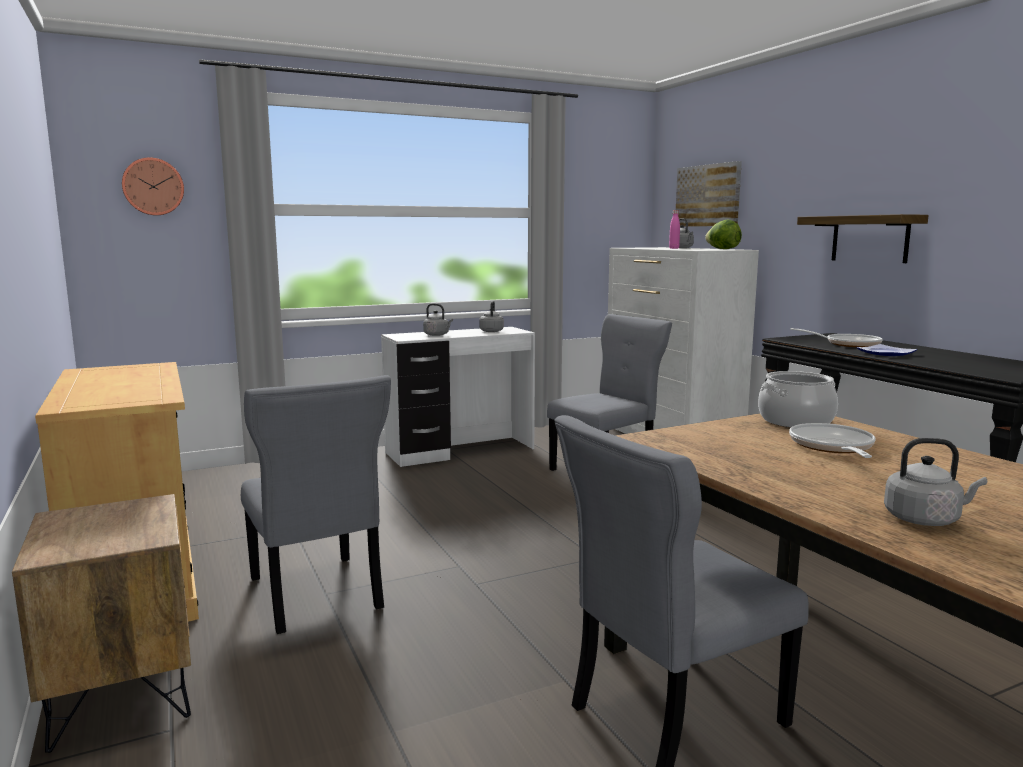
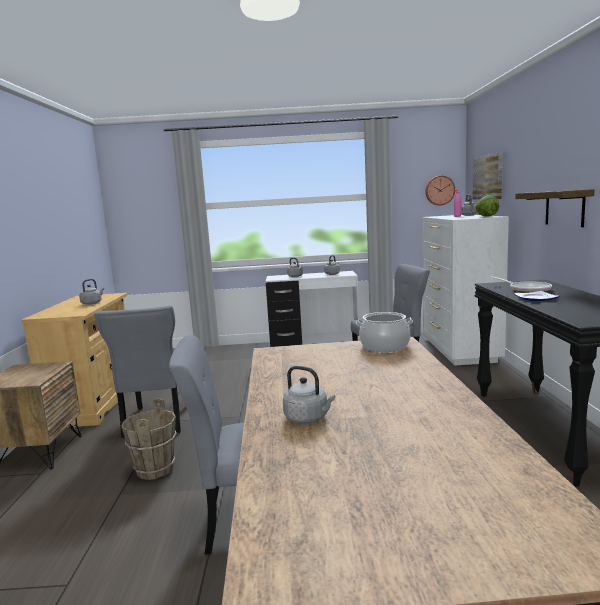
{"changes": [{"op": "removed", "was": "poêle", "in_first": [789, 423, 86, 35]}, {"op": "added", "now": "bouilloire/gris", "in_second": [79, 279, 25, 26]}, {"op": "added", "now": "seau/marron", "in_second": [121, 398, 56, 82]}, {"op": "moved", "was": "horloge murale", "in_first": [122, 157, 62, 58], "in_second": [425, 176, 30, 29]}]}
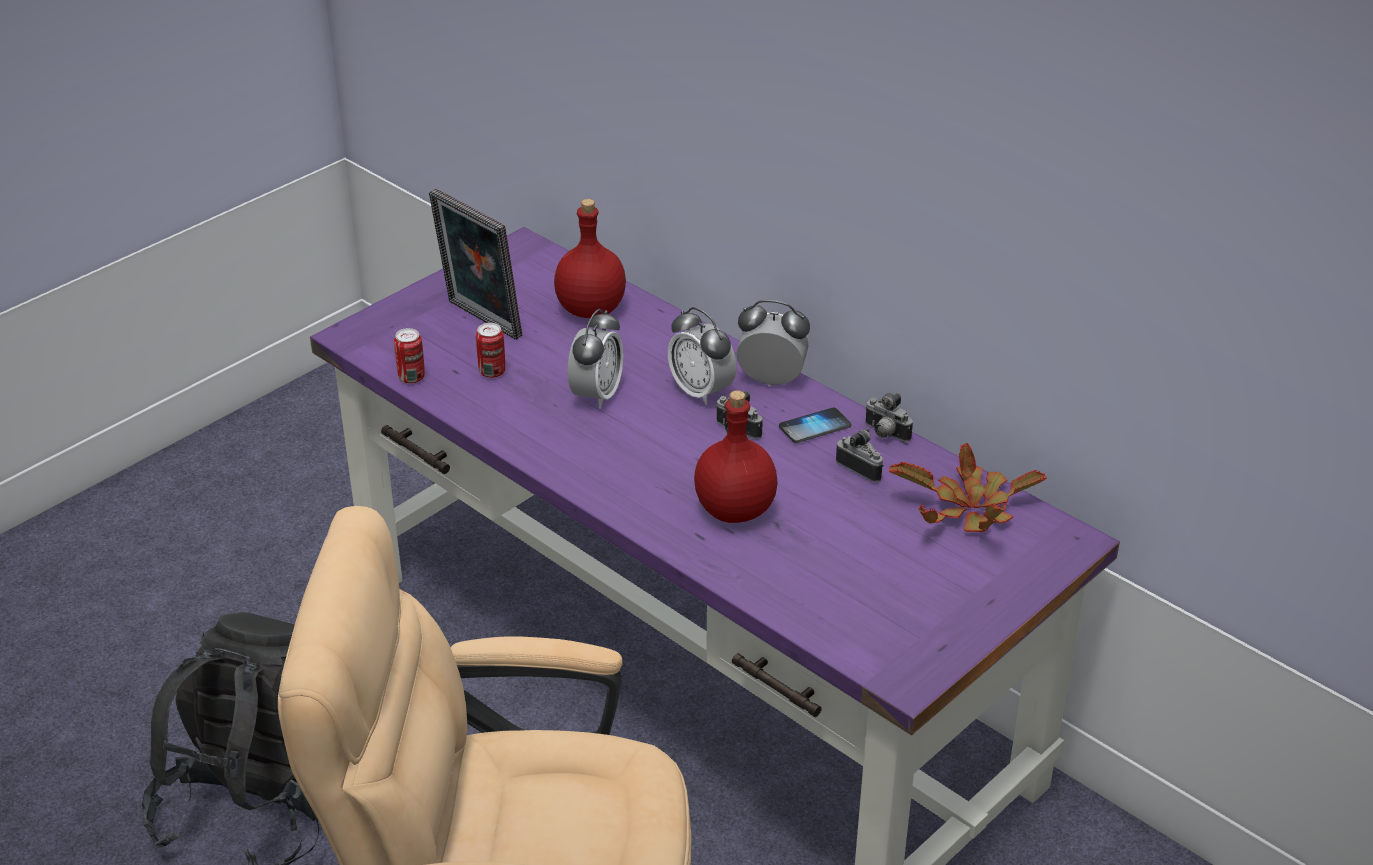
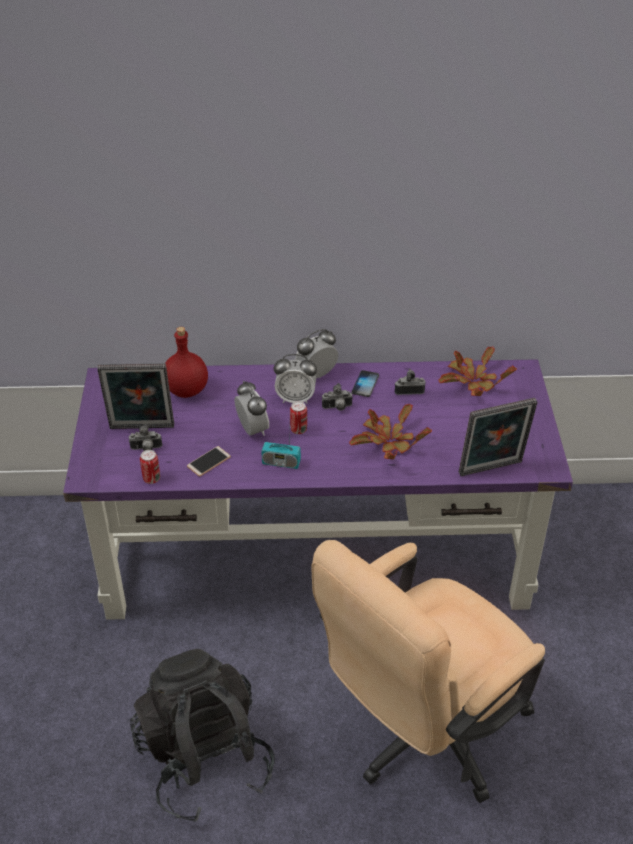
{"changes": [{"op": "added", "now": "téléphone", "in_second": [187, 446, 44, 31]}, {"op": "added", "now": "radio", "in_second": [261, 429, 40, 40]}, {"op": "added", "now": "cadre photo", "in_second": [459, 398, 79, 78]}, {"op": "moved", "was": "boîte métallique", "in_first": [476, 323, 29, 55], "in_second": [290, 401, 17, 33]}, {"op": "moved", "was": "appareil photo", "in_first": [865, 393, 48, 49], "in_second": [129, 424, 33, 27]}, {"op": "replaced", "was": "bouteille/rouge", "now": "plante en pot", "in_first": [694, 390, 84, 133], "in_second": [349, 403, 83, 56]}]}
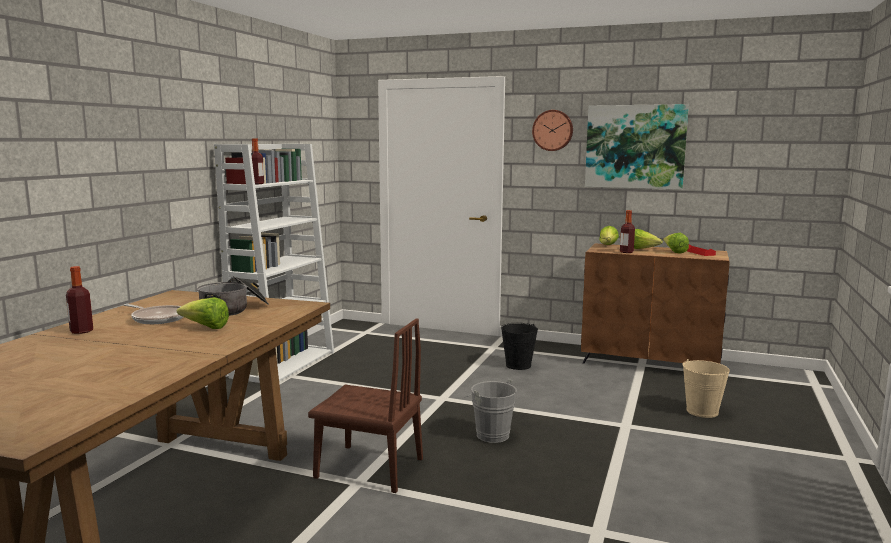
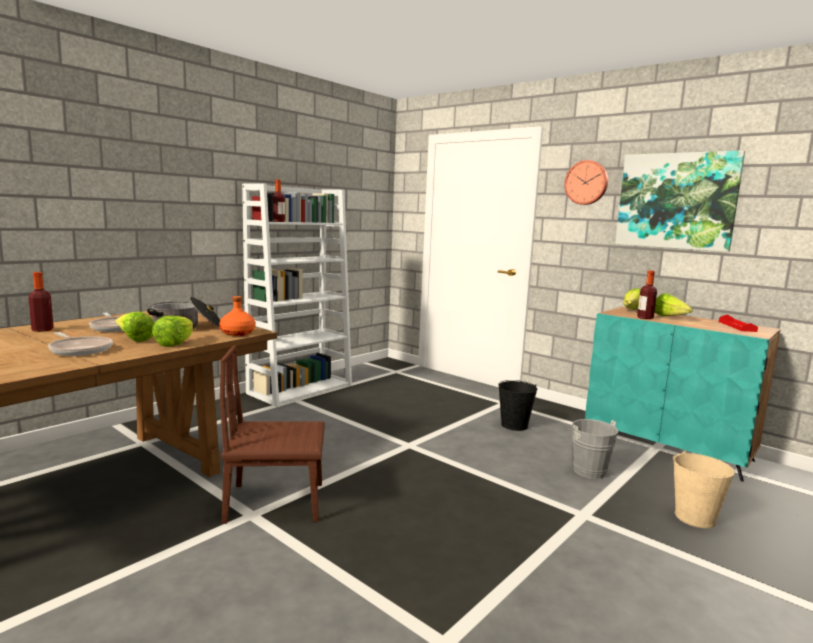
{"changes": [{"op": "added", "now": "poêle", "in_second": [48, 332, 65, 24]}, {"op": "added", "now": "bouteille/orange", "in_second": [219, 296, 37, 40]}, {"op": "moved", "was": "seau/gris", "in_first": [464, 379, 53, 64], "in_second": [565, 419, 53, 60]}, {"op": "moved", "was": "laitue", "in_first": [663, 233, 26, 20], "in_second": [152, 316, 41, 31]}, {"op": "recoloured", "was": "meuble de rangement/marron", "now": "meuble de rangement/turquoise", "in_first": [581, 243, 149, 121], "in_second": [585, 307, 196, 175]}, {"op": "turned", "was": "chaise/marron", "in_first": [308, 318, 115, 175], "in_second": [220, 345, 105, 179], "clockwise": 135}]}
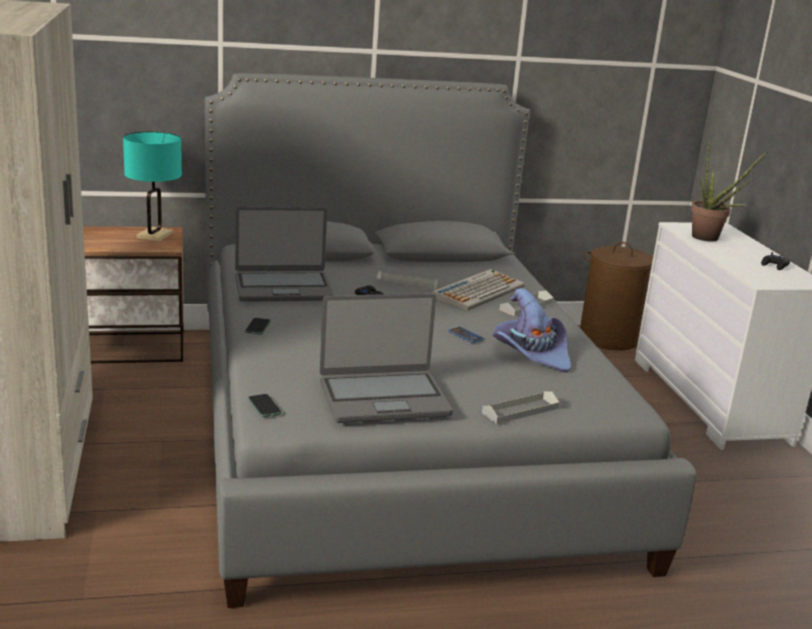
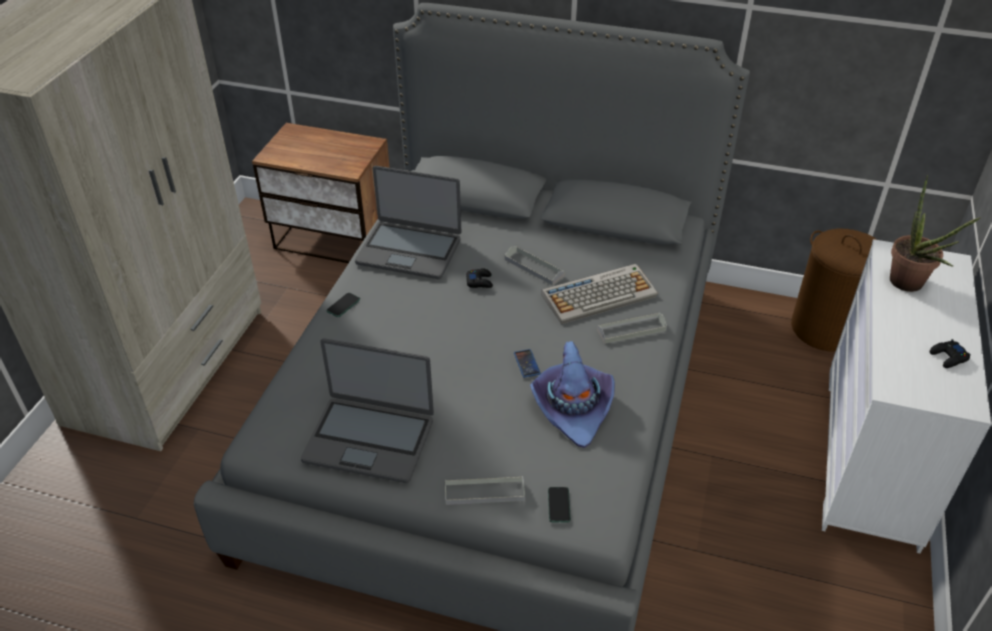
{"changes": [{"op": "removed", "was": "lampe de table/turquoise", "in_first": [123, 131, 59, 111]}, {"op": "moved", "was": "téléphone", "in_first": [248, 394, 34, 23], "in_second": [548, 487, 23, 36]}]}
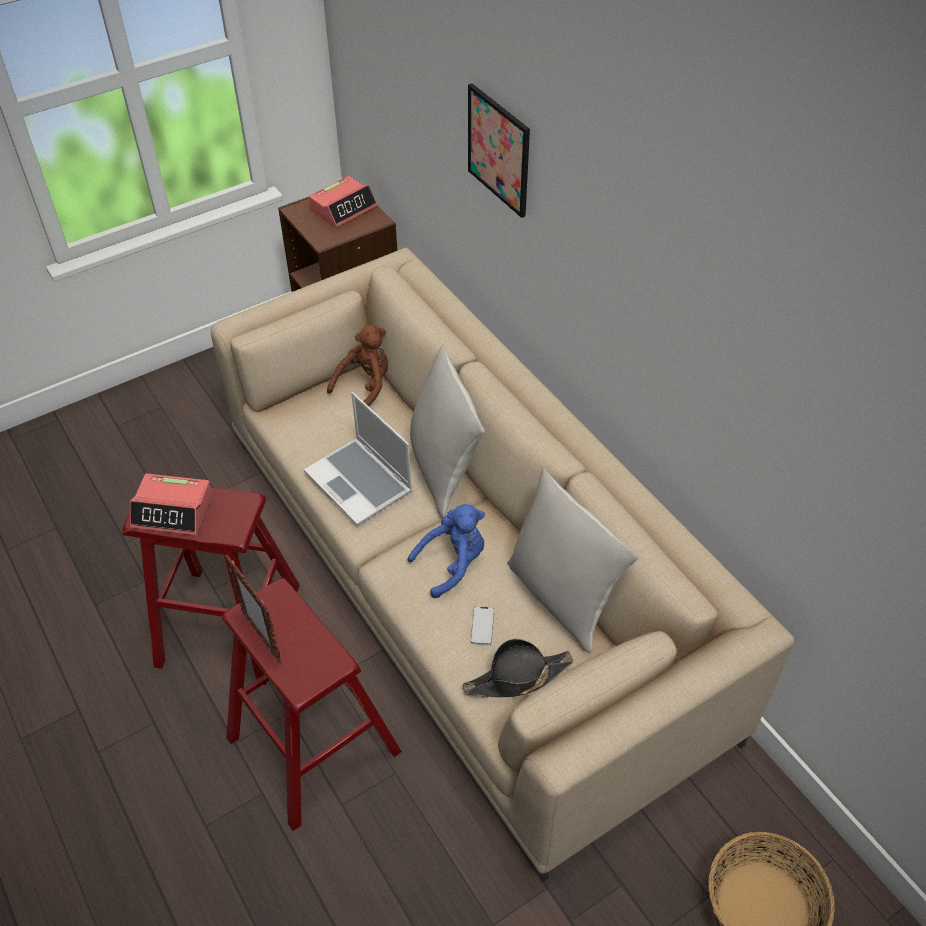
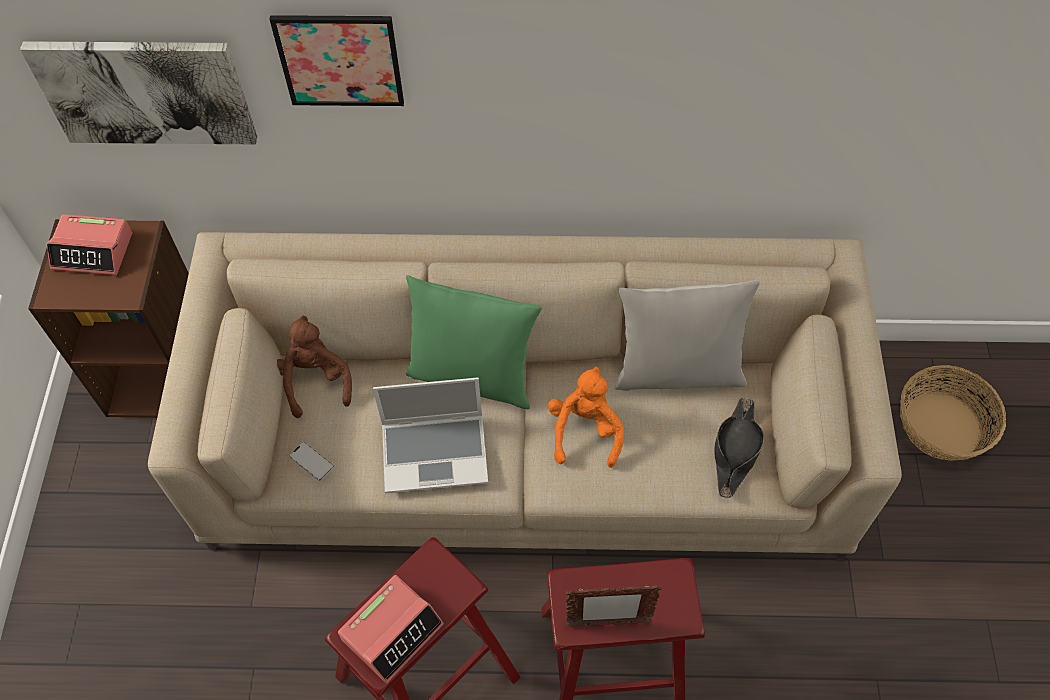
{"changes": [{"op": "added", "now": "tableau", "in_second": [20, 41, 237, 103]}, {"op": "moved", "was": "téléphone", "in_first": [471, 606, 23, 39], "in_second": [290, 442, 44, 39]}, {"op": "recoloured", "was": "peluche/bleu", "now": "peluche/orange", "in_first": [407, 504, 78, 94], "in_second": [548, 366, 76, 102]}, {"op": "recoloured", "was": "coussin/gris", "now": "coussin/vert", "in_first": [410, 345, 75, 172], "in_second": [406, 275, 136, 134]}, {"op": "turned", "was": "réveil", "in_first": [309, 176, 68, 52], "in_second": [46, 214, 86, 61], "clockwise": 105}]}
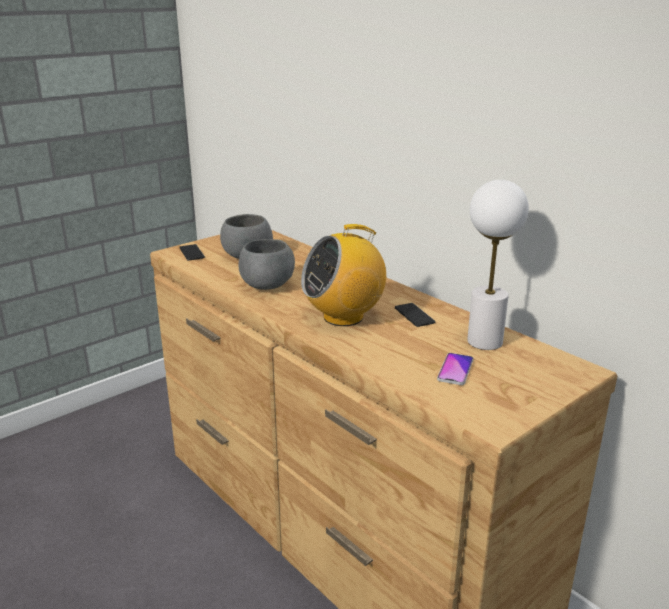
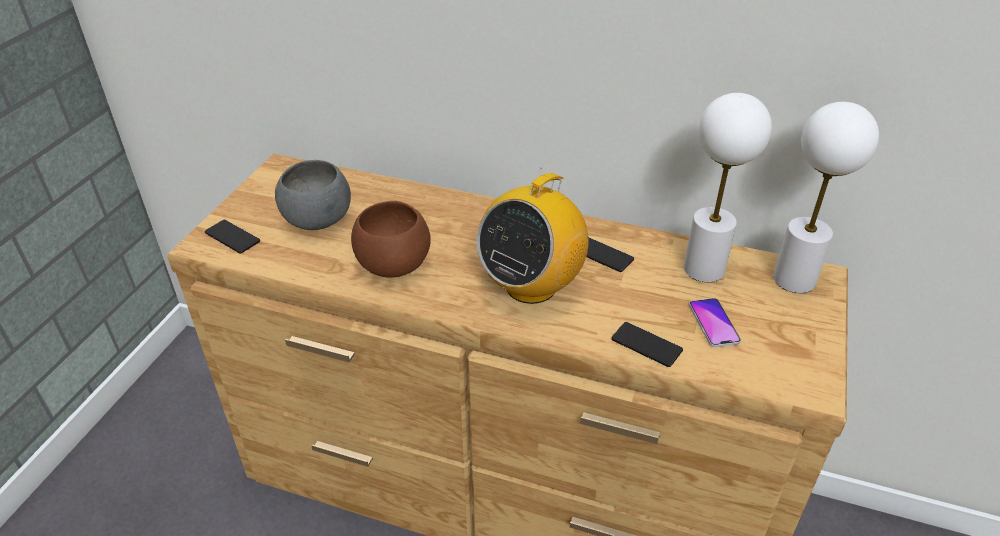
{"changes": [{"op": "added", "now": "téléphone", "in_second": [612, 322, 71, 45]}, {"op": "added", "now": "lampe de table/blanc", "in_second": [773, 102, 106, 191]}, {"op": "recoloured", "was": "bol/gris", "now": "bol/marron", "in_first": [238, 239, 57, 51], "in_second": [351, 201, 80, 77]}]}
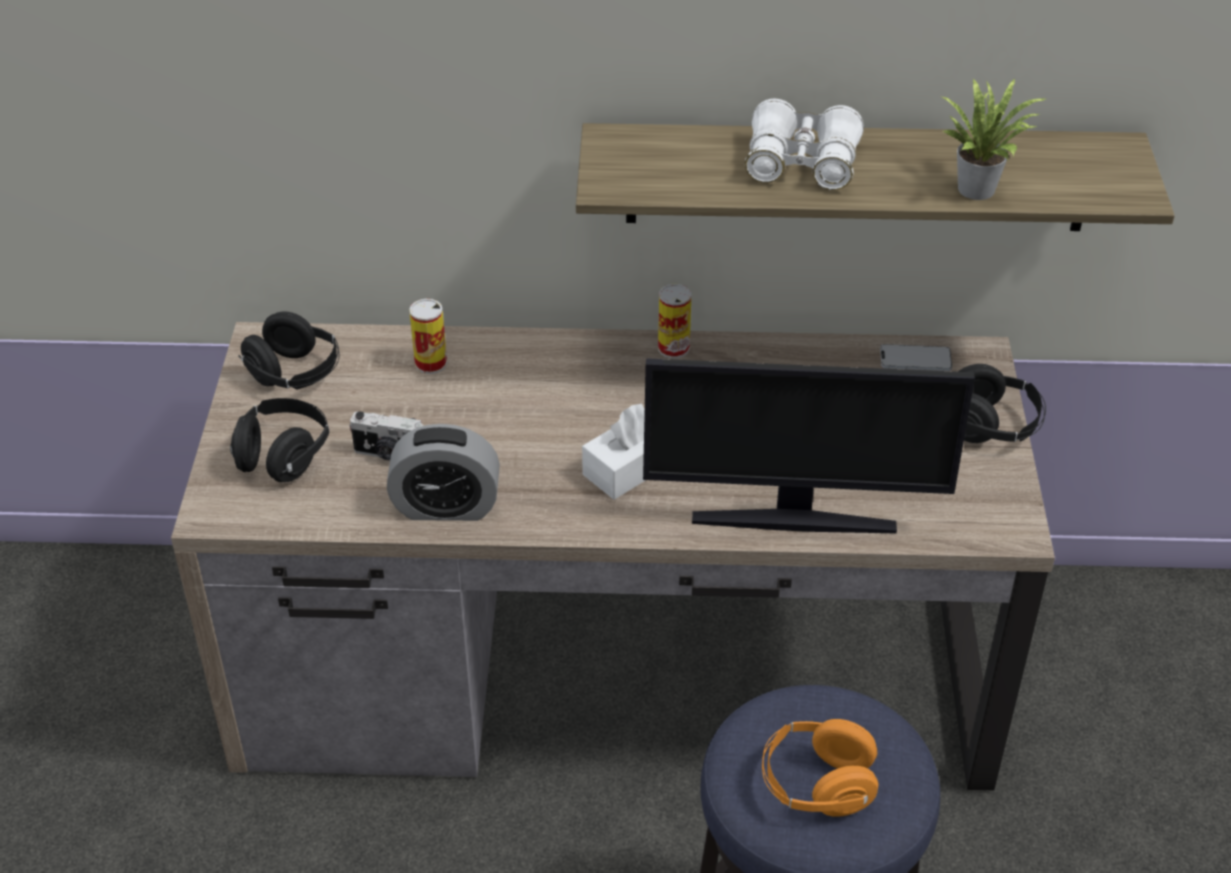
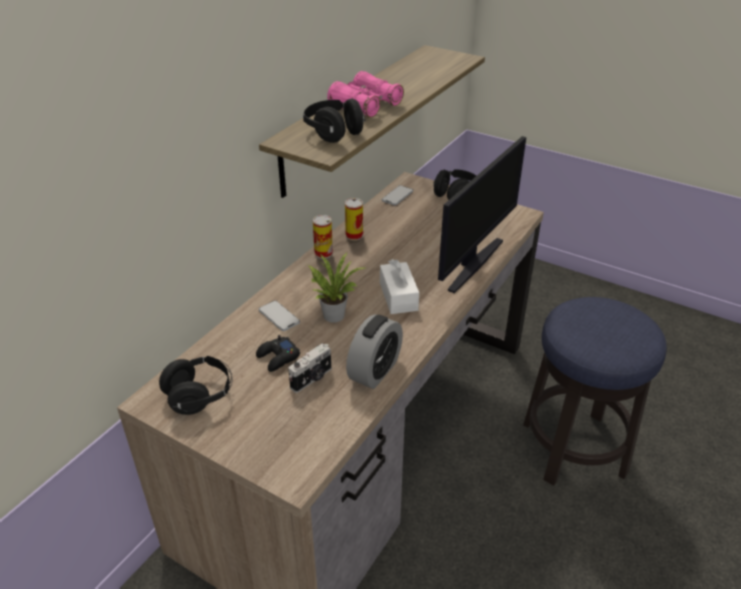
{"changes": [{"op": "removed", "was": "casque audio/orange", "in_first": [762, 719, 117, 98]}, {"op": "added", "now": "manette/noir", "in_second": [256, 335, 44, 37]}, {"op": "added", "now": "téléphone", "in_second": [259, 300, 41, 31]}, {"op": "moved", "was": "casque audio/noir", "in_first": [230, 398, 99, 84], "in_second": [303, 98, 63, 45]}, {"op": "moved", "was": "boîte métallique", "in_first": [409, 299, 38, 75], "in_second": [345, 198, 18, 43]}, {"op": "moved", "was": "plante en pot", "in_first": [942, 79, 103, 121], "in_second": [307, 253, 58, 70]}, {"op": "recoloured", "was": "jumelles/blanc", "now": "jumelles/rose", "in_first": [745, 99, 119, 91], "in_second": [327, 71, 77, 46]}]}
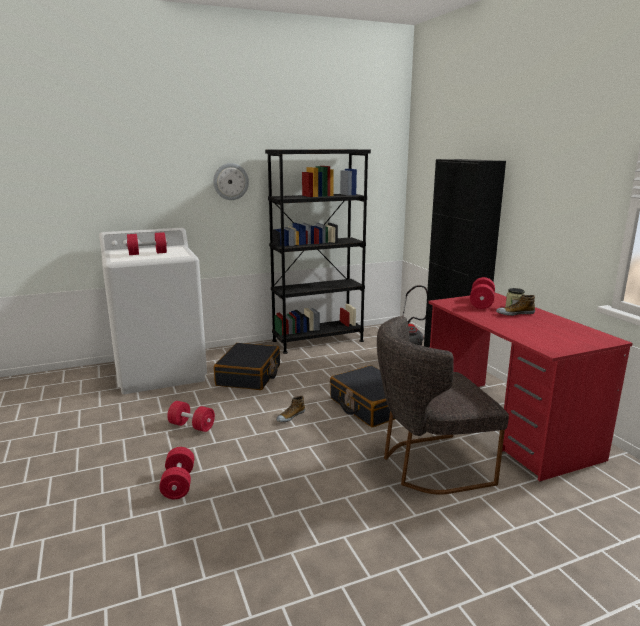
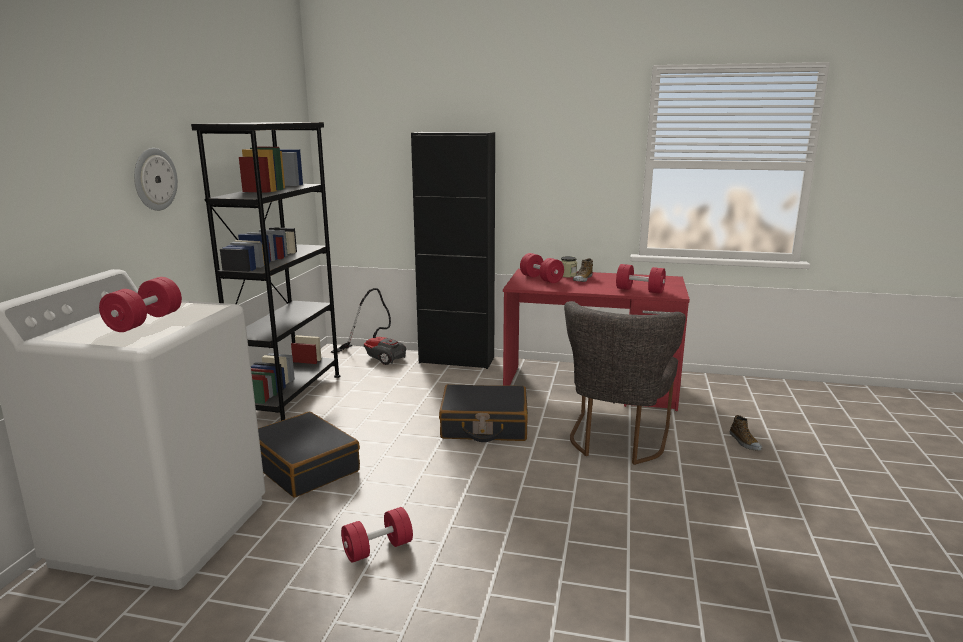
{"changes": [{"op": "moved", "was": "haltère/rouge", "in_first": [159, 447, 35, 52], "in_second": [616, 264, 50, 30]}, {"op": "moved", "was": "chaussure", "in_first": [276, 396, 29, 26], "in_second": [730, 415, 32, 35]}]}
